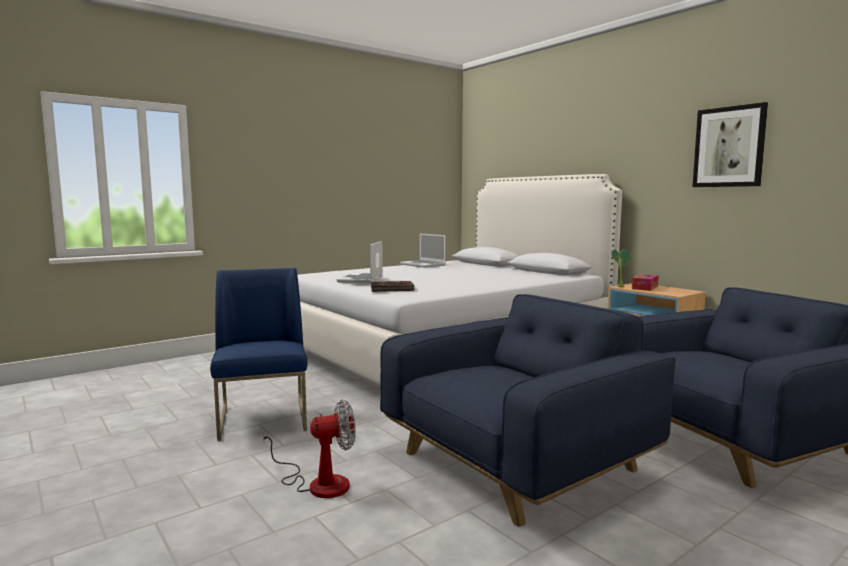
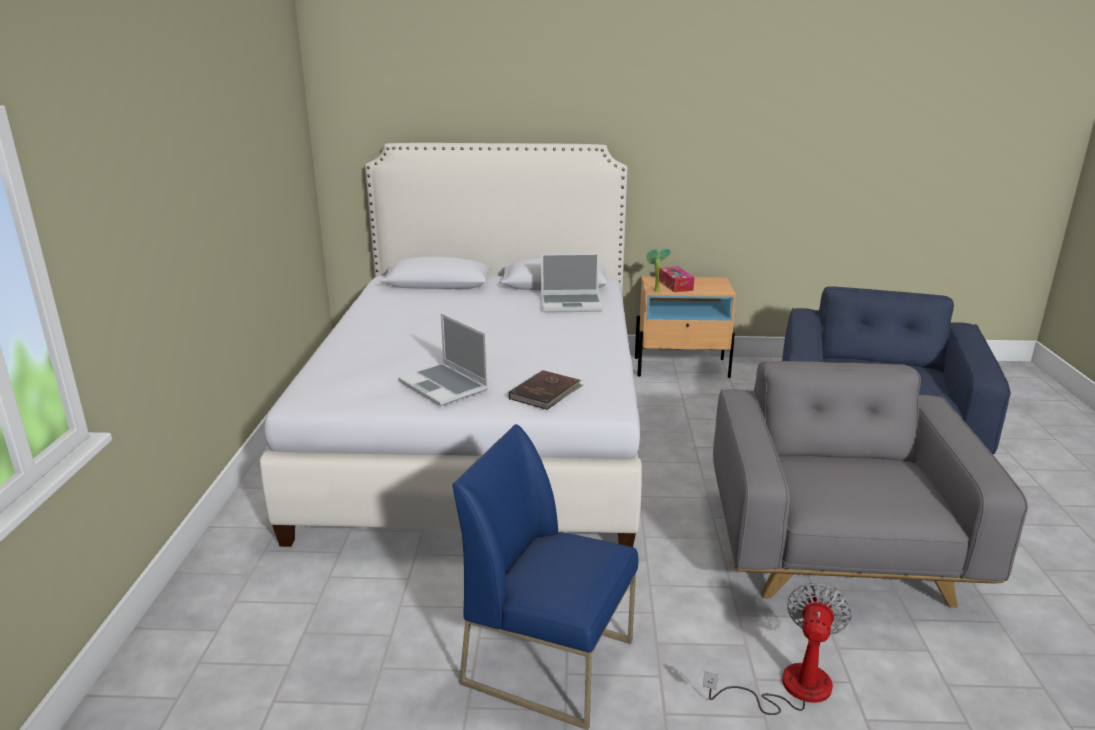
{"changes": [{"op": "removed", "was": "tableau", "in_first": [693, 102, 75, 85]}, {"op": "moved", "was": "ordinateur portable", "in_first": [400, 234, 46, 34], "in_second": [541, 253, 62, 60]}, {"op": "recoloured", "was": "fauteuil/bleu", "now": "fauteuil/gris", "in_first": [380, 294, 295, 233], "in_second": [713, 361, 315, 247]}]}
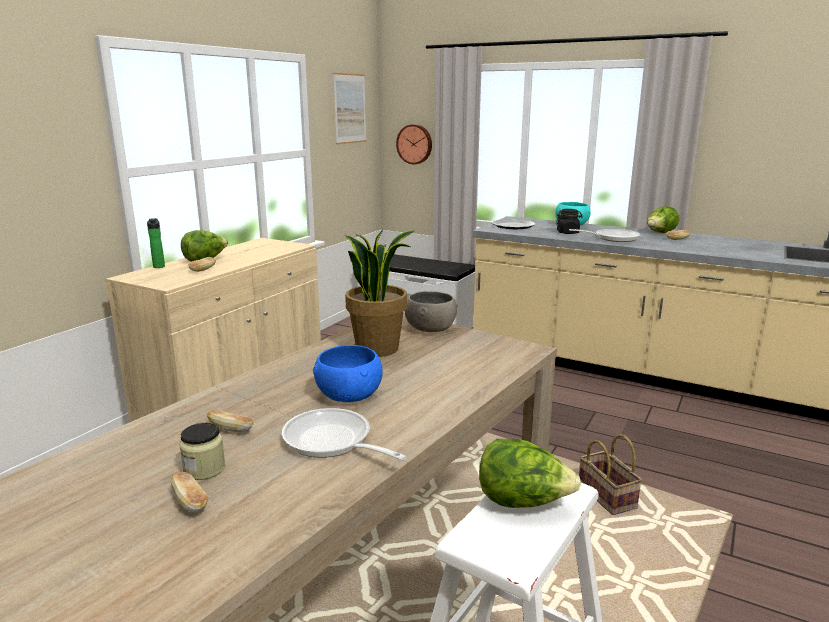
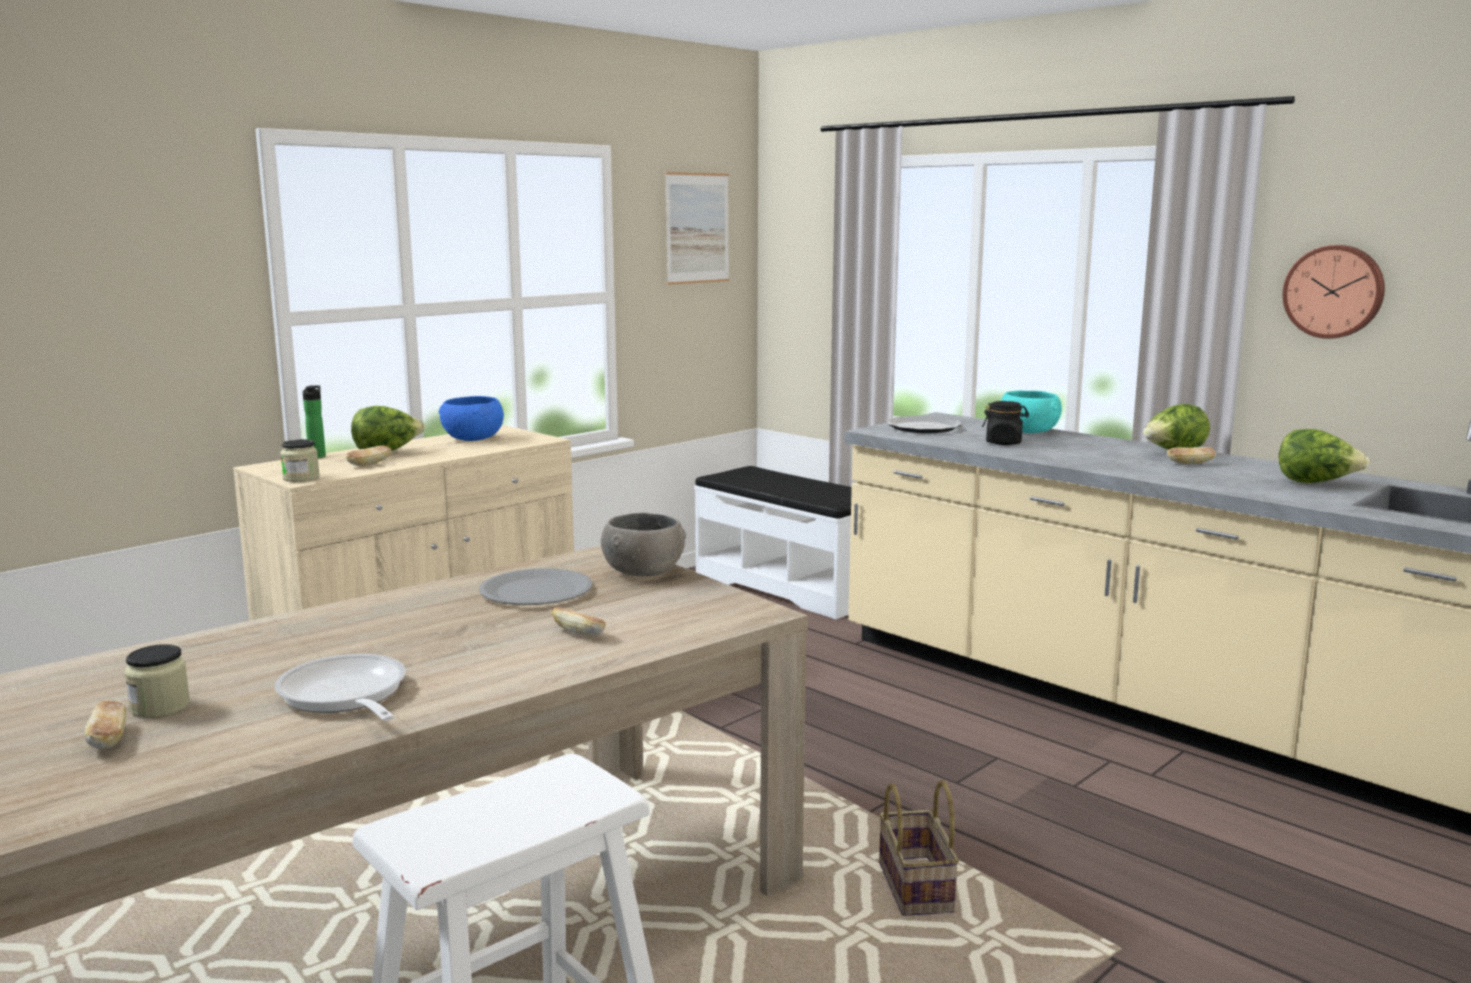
{"changes": [{"op": "removed", "was": "poêle", "in_first": [569, 229, 71, 13]}, {"op": "added", "now": "bocal", "in_second": [280, 439, 40, 43]}, {"op": "moved", "was": "pain", "in_first": [207, 410, 47, 22], "in_second": [552, 607, 54, 29]}, {"op": "moved", "was": "bol/bleu", "in_first": [313, 345, 70, 57], "in_second": [439, 396, 65, 45]}, {"op": "moved", "was": "horloge murale", "in_first": [396, 124, 36, 40], "in_second": [1283, 245, 102, 94]}, {"op": "moved", "was": "laitue", "in_first": [479, 439, 102, 69], "in_second": [1279, 429, 91, 54]}, {"op": "replaced", "was": "plante en pot", "now": "assiette/gris", "in_first": [344, 230, 71, 127], "in_second": [479, 568, 114, 37]}]}
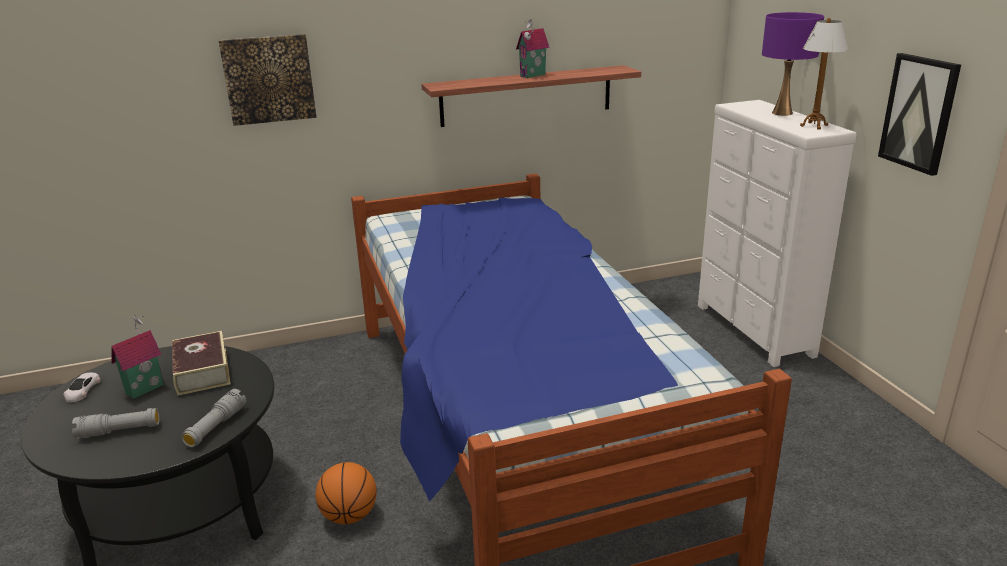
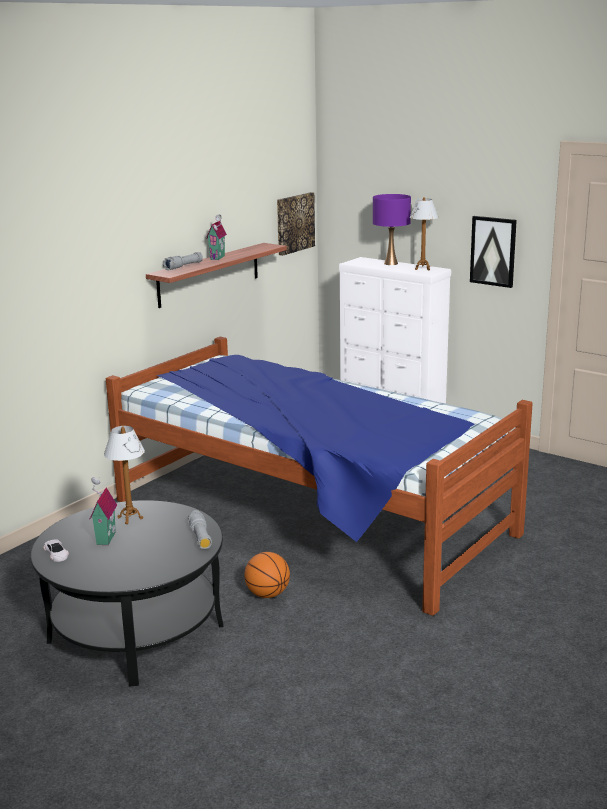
{"changes": [{"op": "moved", "was": "lampe de poche/gris", "in_first": [72, 408, 88, 30], "in_second": [163, 252, 40, 18]}, {"op": "moved", "was": "tableau", "in_first": [218, 34, 99, 92], "in_second": [277, 192, 38, 64]}, {"op": "replaced", "was": "livre", "now": "lampe de table", "in_first": [172, 331, 59, 64], "in_second": [104, 426, 41, 98]}]}
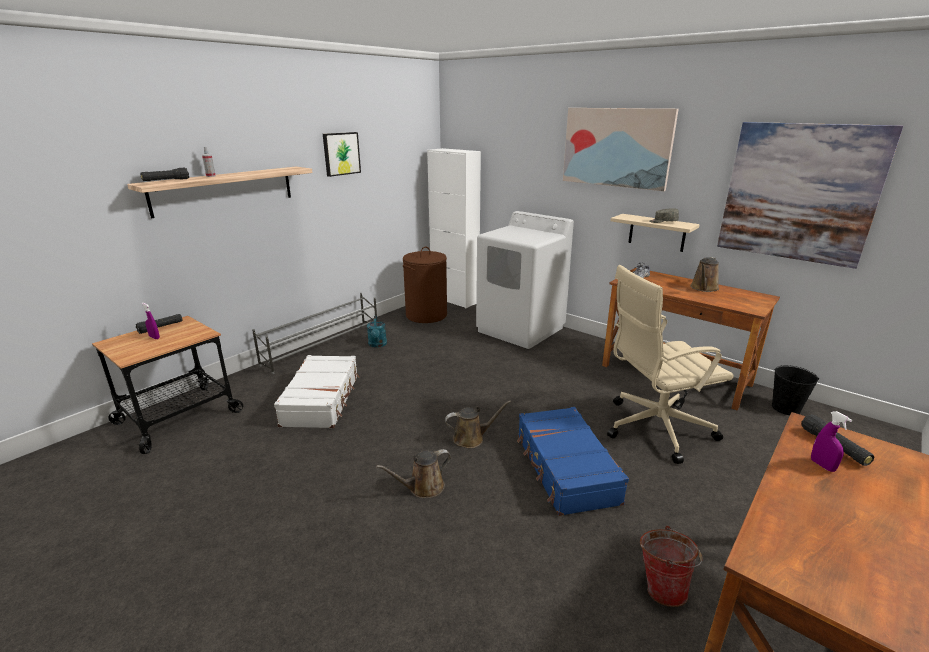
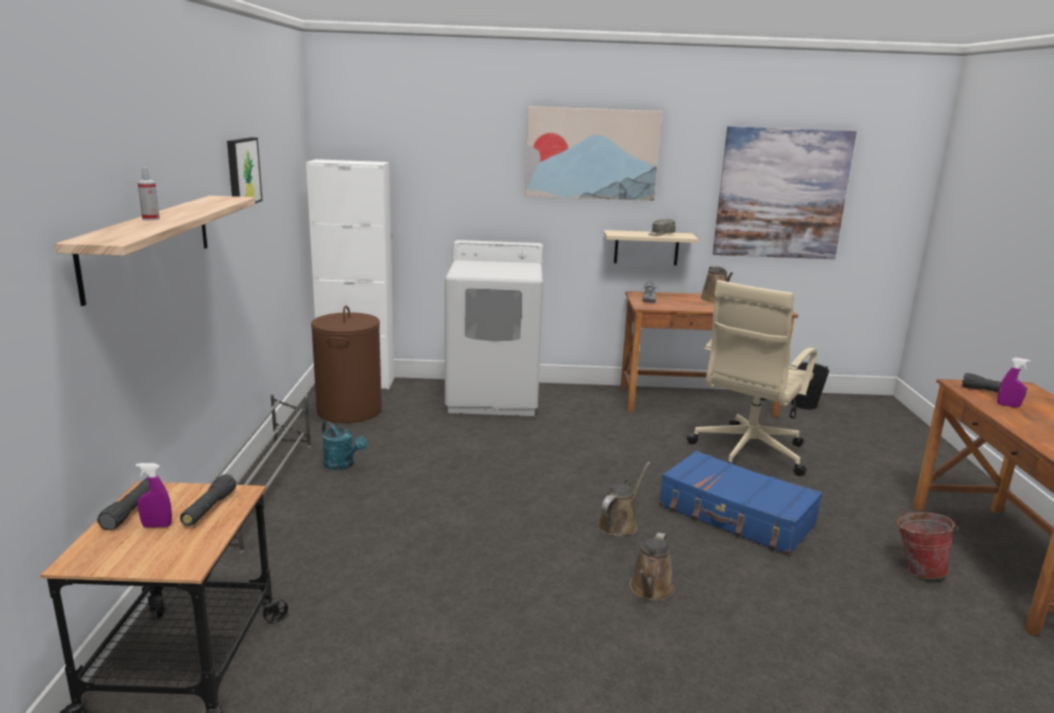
{"changes": [{"op": "removed", "was": "valise/blanc", "in_first": [274, 355, 86, 73]}, {"op": "moved", "was": "lampe de poche/noir", "in_first": [140, 168, 49, 13], "in_second": [180, 474, 57, 52]}]}
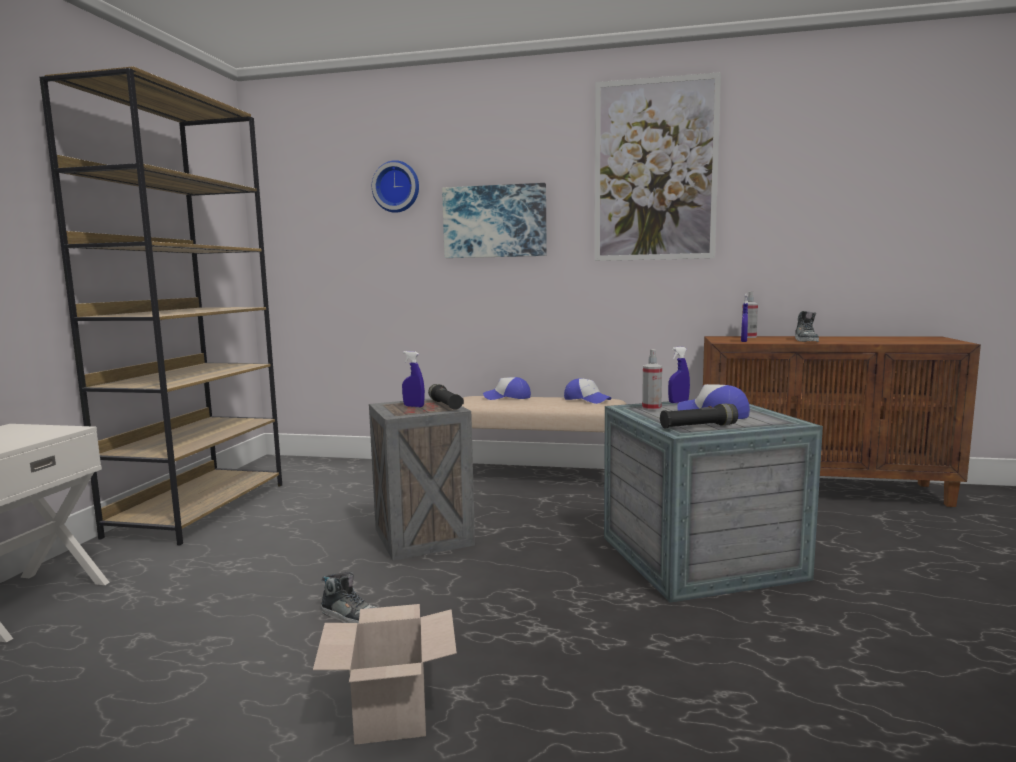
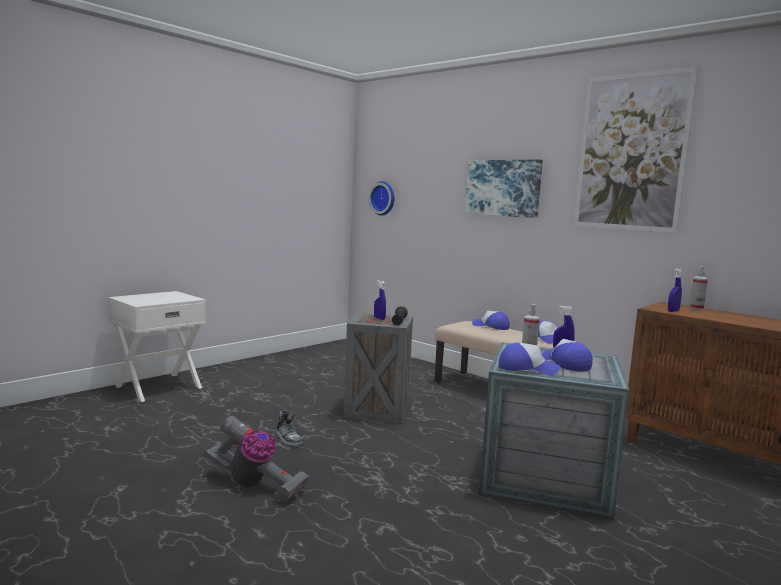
{"changes": [{"op": "removed", "was": "bibliothèque/marron", "in_first": [39, 66, 243, 480]}, {"op": "removed", "was": "chaussure", "in_first": [795, 311, 24, 31]}, {"op": "moved", "was": "horloge murale", "in_first": [372, 160, 47, 53], "in_second": [369, 181, 26, 35]}, {"op": "replaced", "was": "carton", "now": "aspirateur", "in_first": [313, 604, 144, 141], "in_second": [204, 416, 105, 86]}, {"op": "replaced", "was": "lampe de poche/noir", "now": "casquette", "in_first": [660, 404, 78, 24], "in_second": [499, 343, 61, 32]}]}
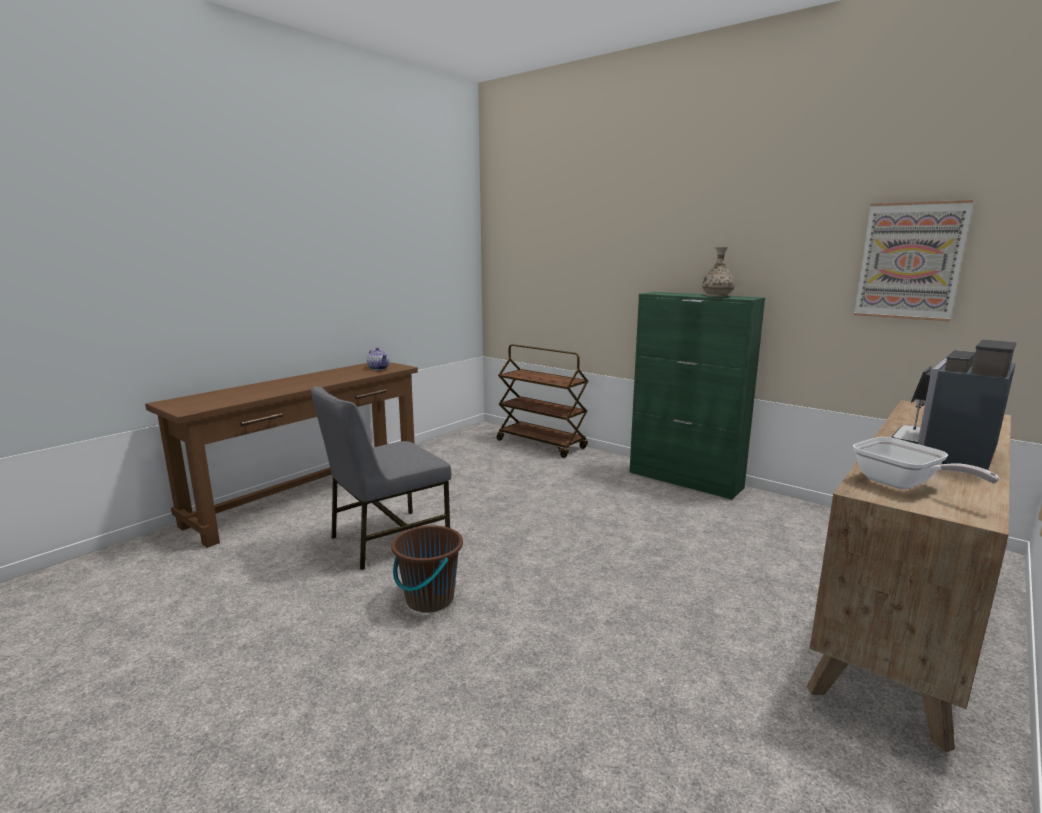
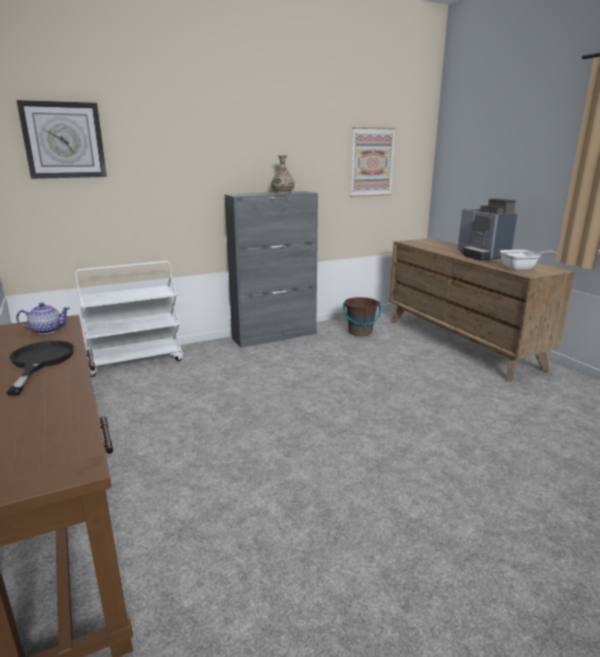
{"changes": [{"op": "removed", "was": "chaise/gris", "in_first": [311, 386, 140, 184]}, {"op": "added", "now": "poêle/noir", "in_second": [6, 341, 68, 55]}, {"op": "added", "now": "horloge murale", "in_second": [16, 100, 91, 79]}, {"op": "moved", "was": "seau/marron", "in_first": [391, 525, 72, 88], "in_second": [343, 297, 38, 39]}, {"op": "recoloured", "was": "chariot/marron", "now": "chariot/blanc", "in_first": [497, 344, 91, 114], "in_second": [75, 261, 108, 116]}, {"op": "recoloured", "was": "meuble de rangement/vert", "now": "meuble de rangement/gris", "in_first": [630, 292, 135, 207], "in_second": [224, 191, 94, 156]}]}
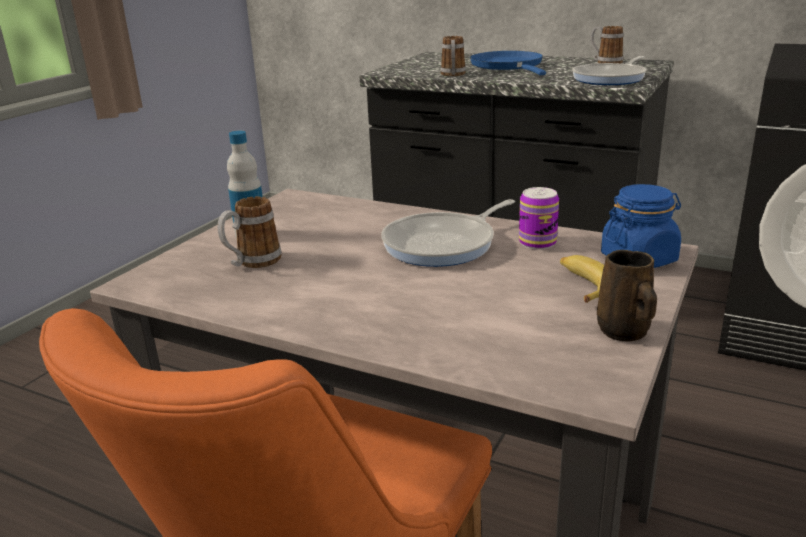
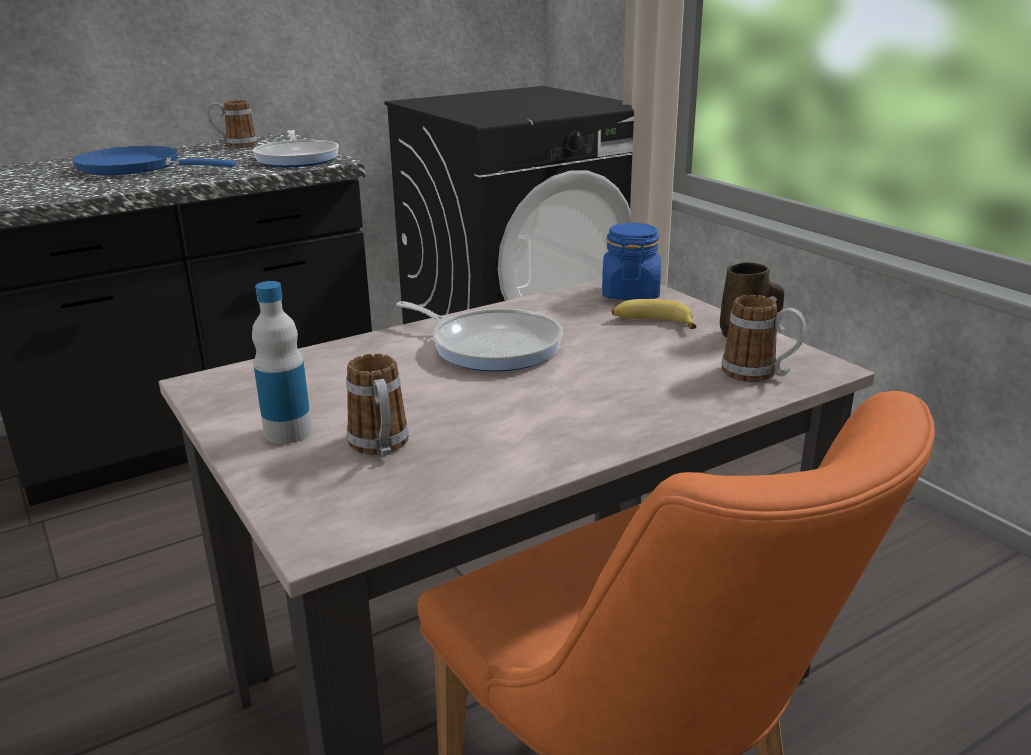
{"changes": [{"op": "removed", "was": "boîte métallique", "in_first": [519, 187, 40, 63]}, {"op": "moved", "was": "mug", "in_first": [440, 36, 26, 40], "in_second": [722, 295, 84, 87]}, {"op": "turned", "was": "poêle", "in_first": [382, 199, 133, 68], "in_second": [396, 301, 167, 70], "clockwise": -45}]}
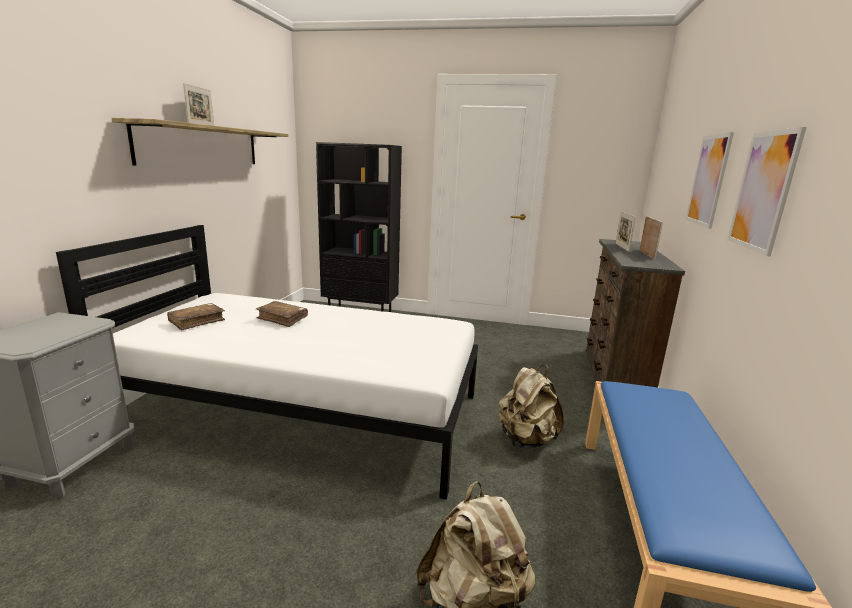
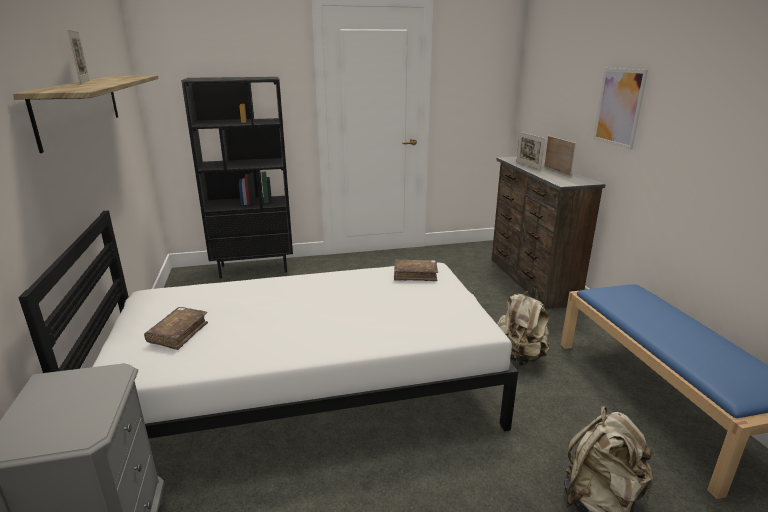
{"changes": [{"op": "removed", "was": "tableau", "in_first": [727, 127, 79, 130]}, {"op": "moved", "was": "livre/marron", "in_first": [256, 301, 52, 26], "in_second": [394, 259, 44, 22]}]}
